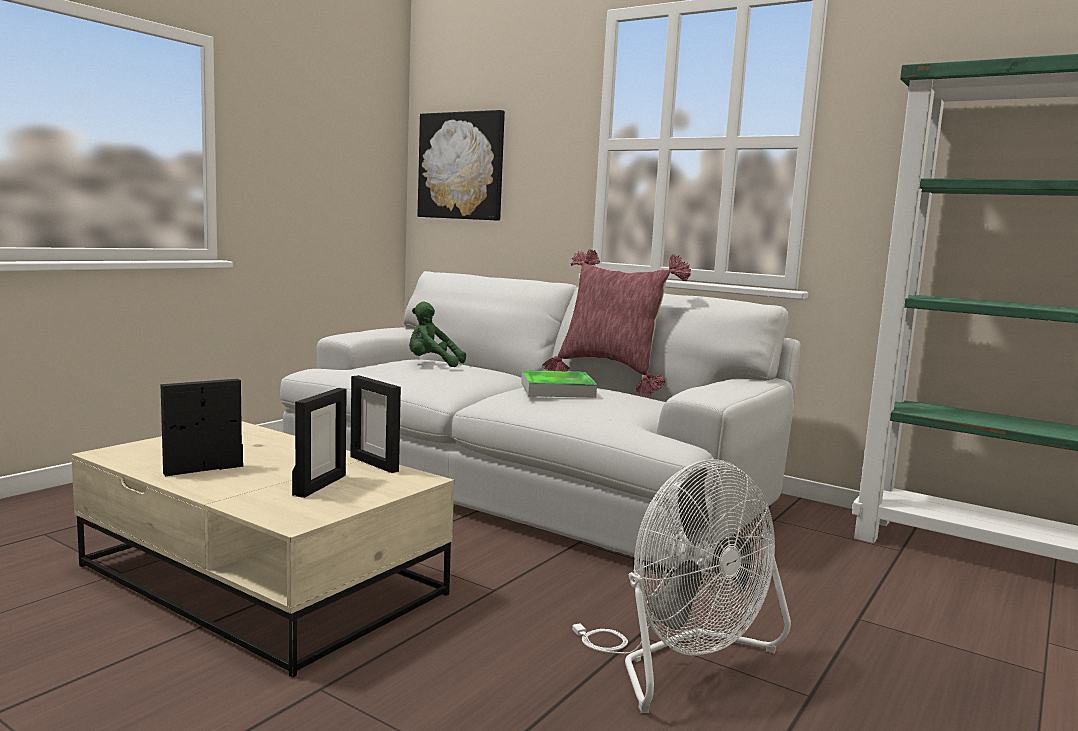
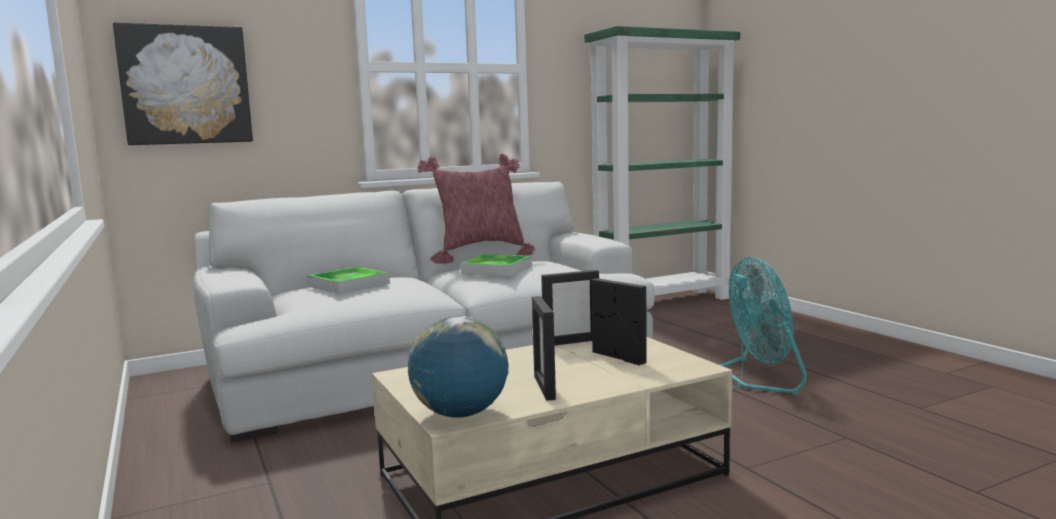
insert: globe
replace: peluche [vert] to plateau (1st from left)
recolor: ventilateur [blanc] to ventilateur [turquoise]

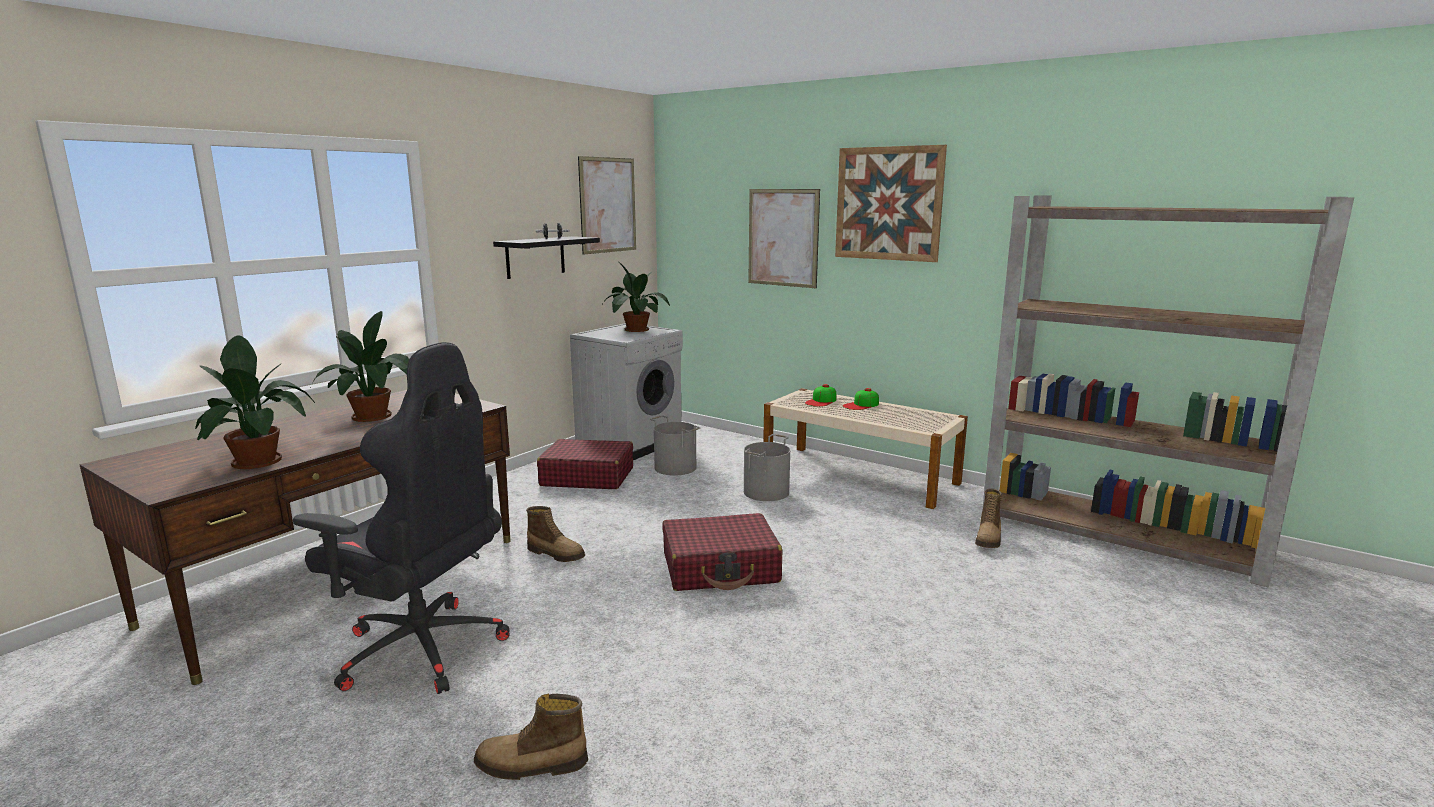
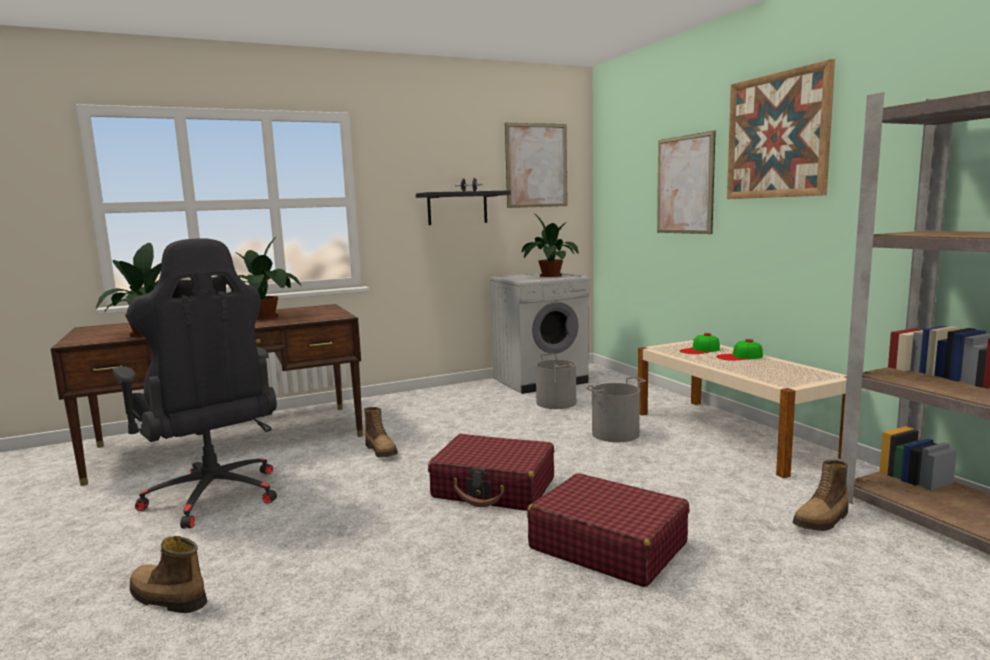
move: valise [rouge] (1st from left in the first image) to valise [rouge] (2nd from left)

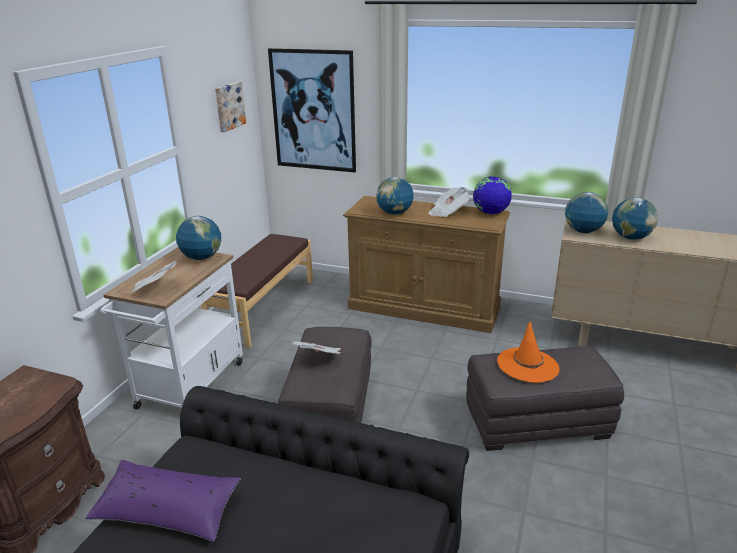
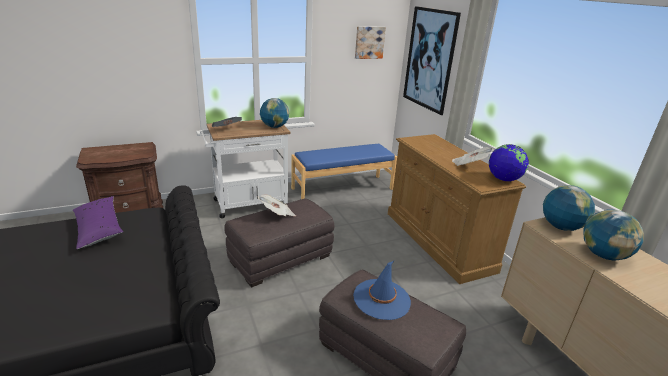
delete: globe (2nd from left)
recolor: banc [marron] to banc [bleu]; chapeau [orange] to chapeau [bleu]

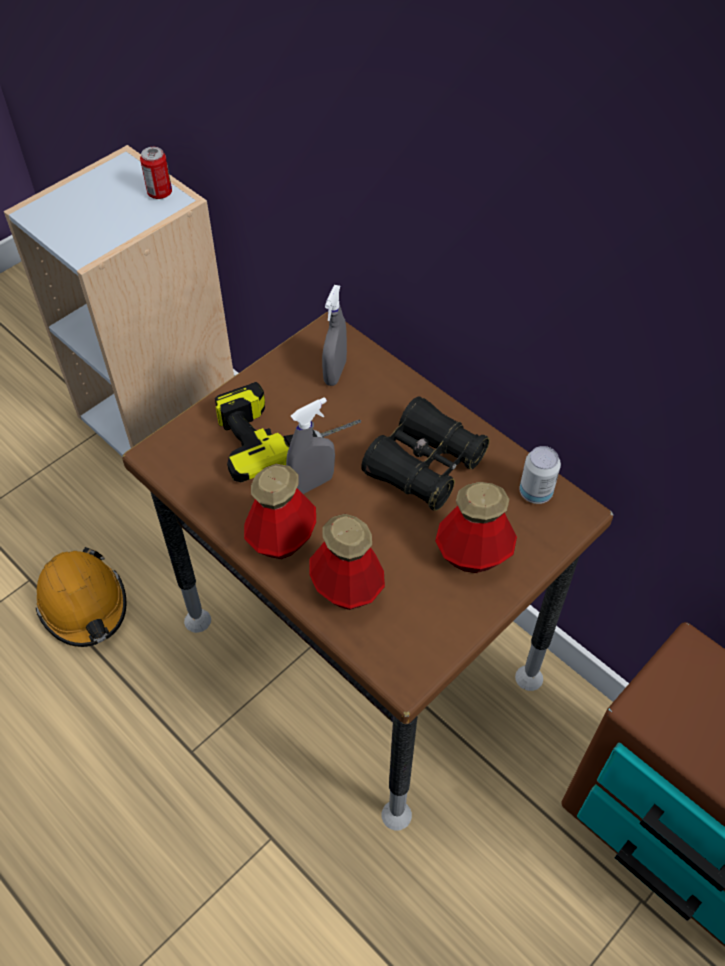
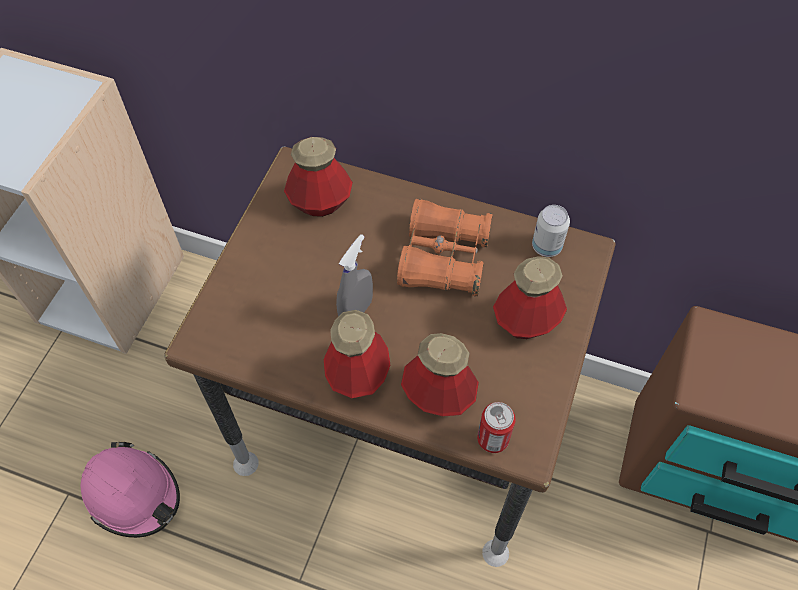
delete: perceuse
move: boîte métallique (1st from left)
replace: vaporisateur [gris] (2nd from left) to bouteille (1st from left)
recolor: casque de chantier [orange] to casque de chantier [rose]; jumelles [noir] to jumelles [orange]

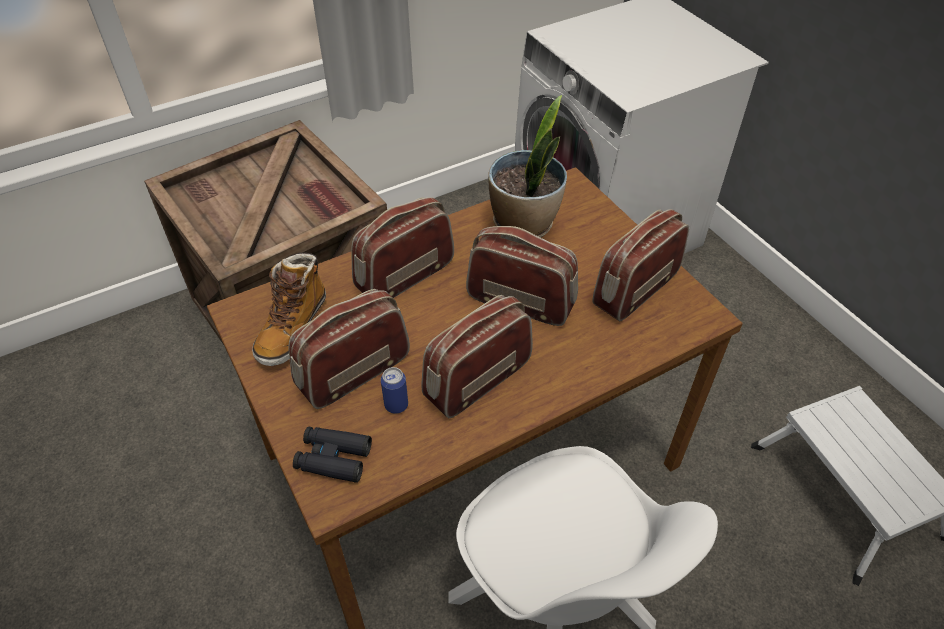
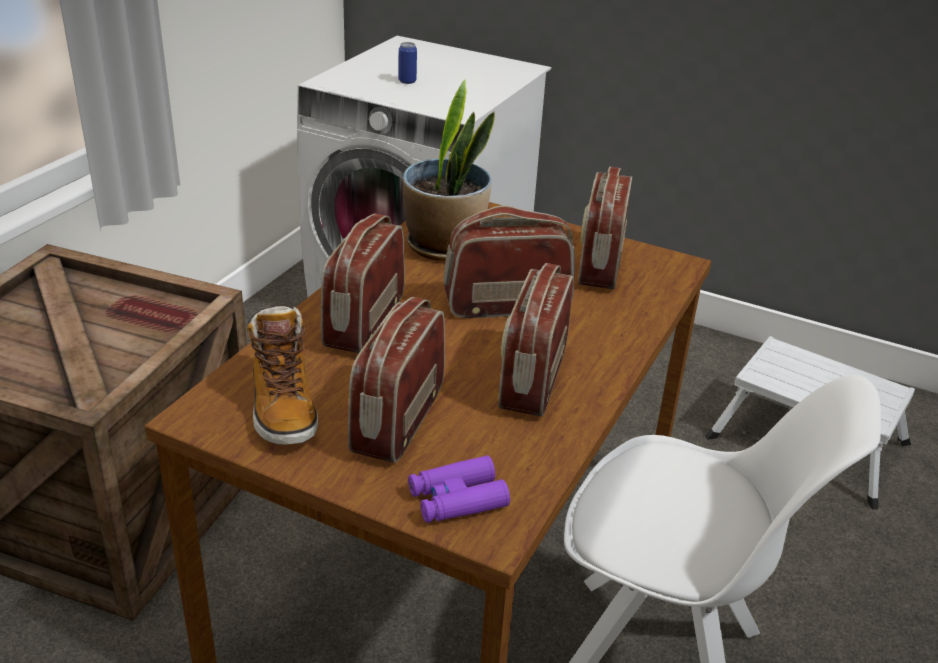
move: boîte métallique
recolor: jumelles [noir] to jumelles [violet]

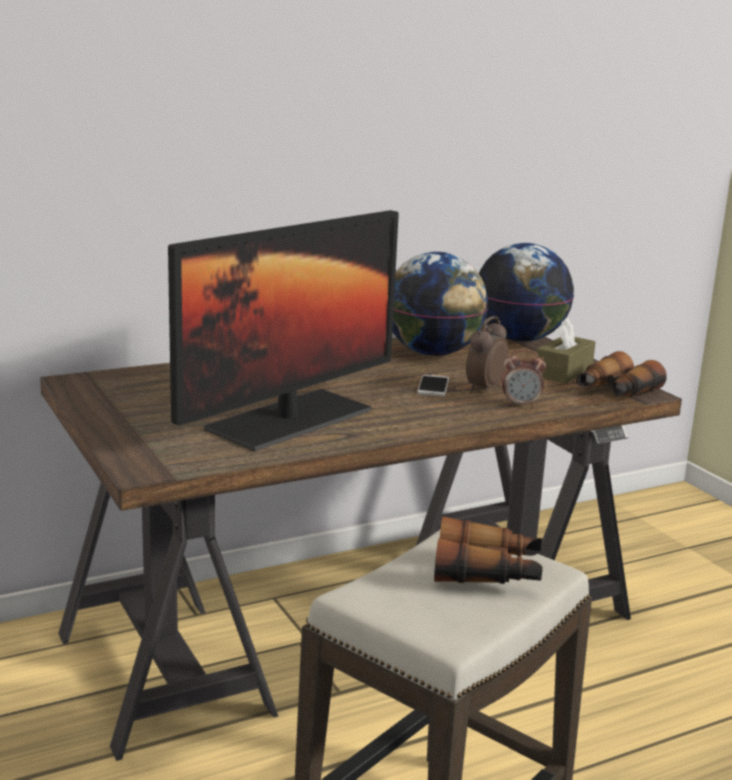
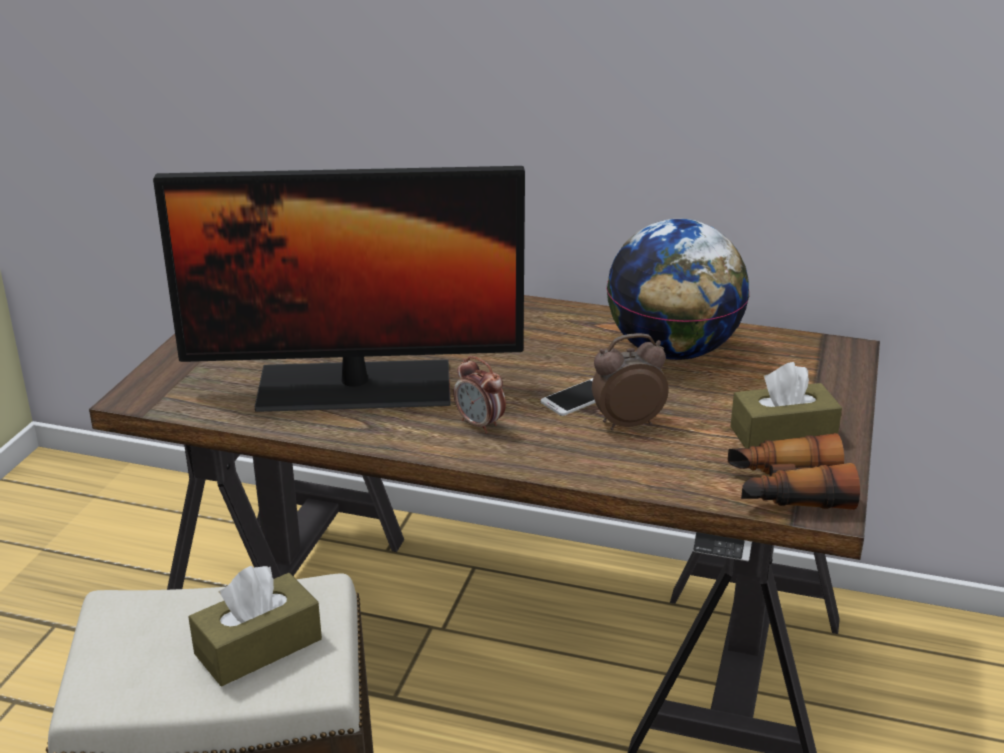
delete: globe (2nd from left)
move: réveil (2nd from left in the first image) to réveil (1st from left)
replace: jumelles (1st from left) to boîte à mouchoirs [marron] (1st from left)

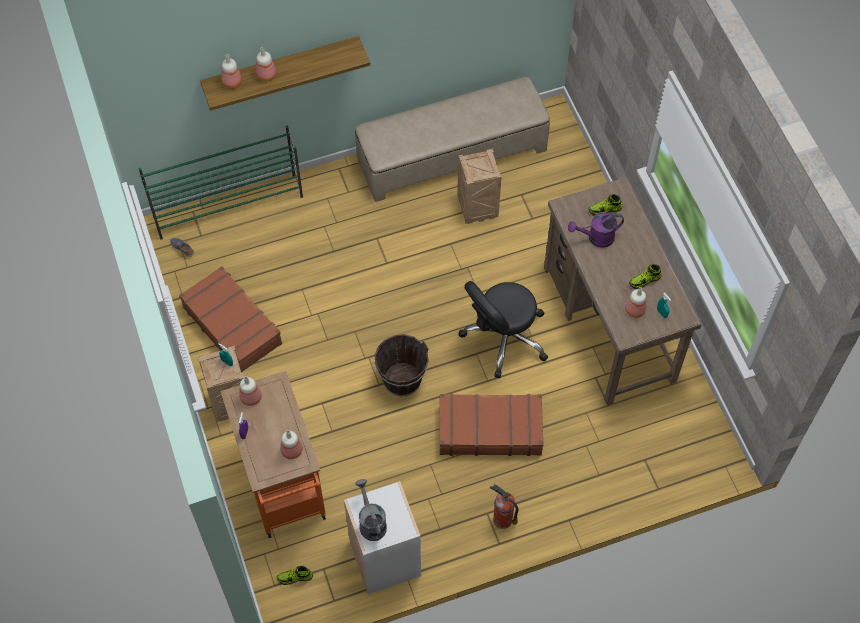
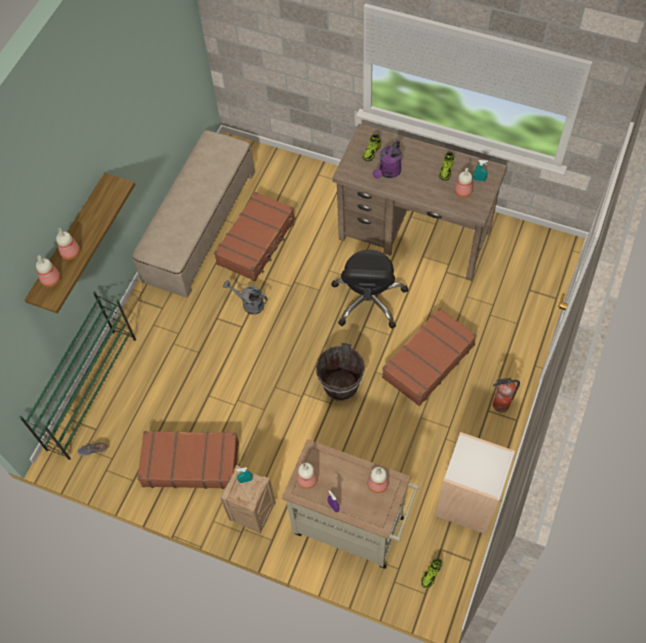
move: arrosoir [gris]
replace: caisse (2nd from left) to valise [marron] (2nd from left)
recolor: chariot [orange] to chariot [beige]

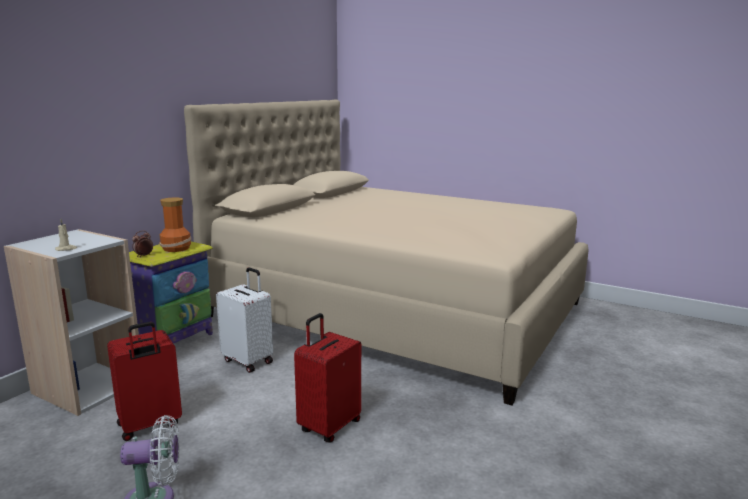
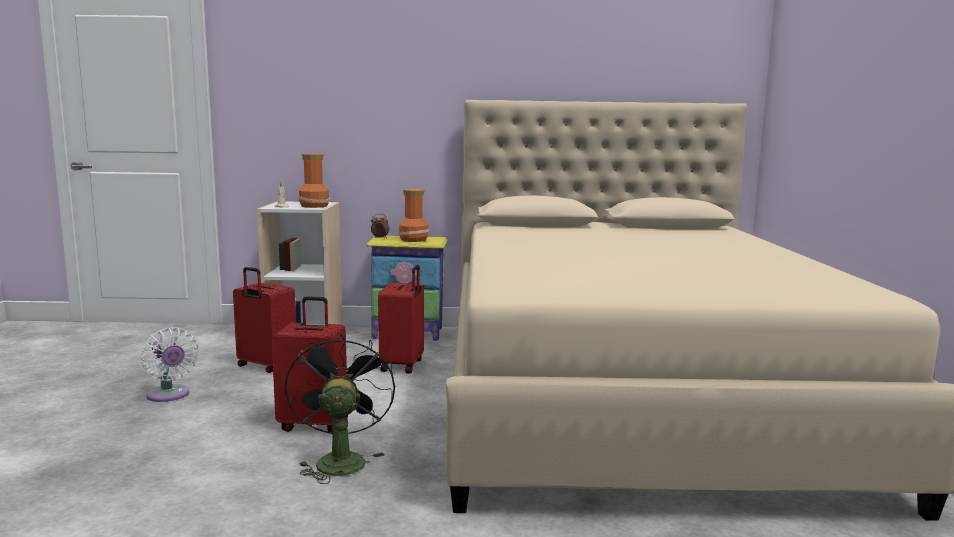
insert: ventilateur [noir]; vase (1st from left)
recolor: valise [blanc] to valise [rouge] (3rd from left)

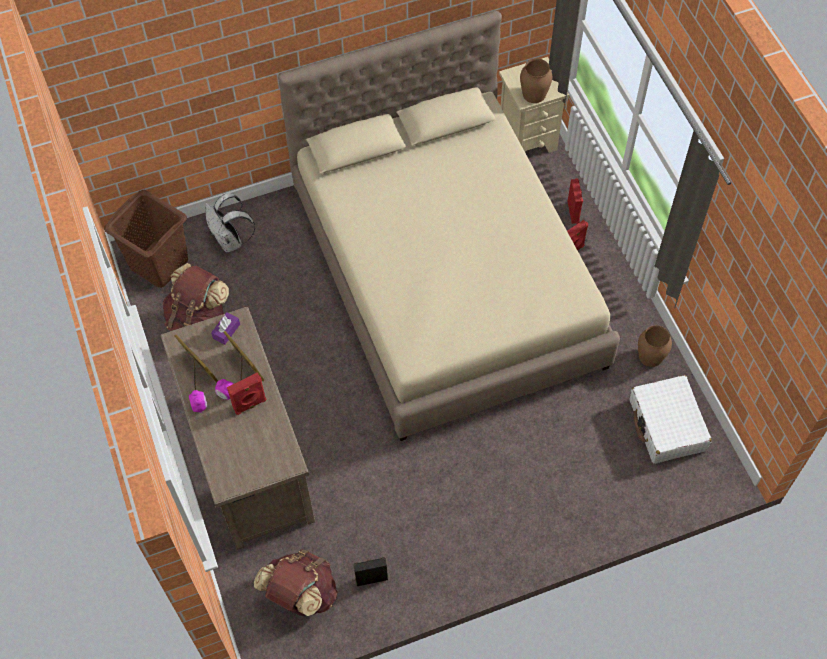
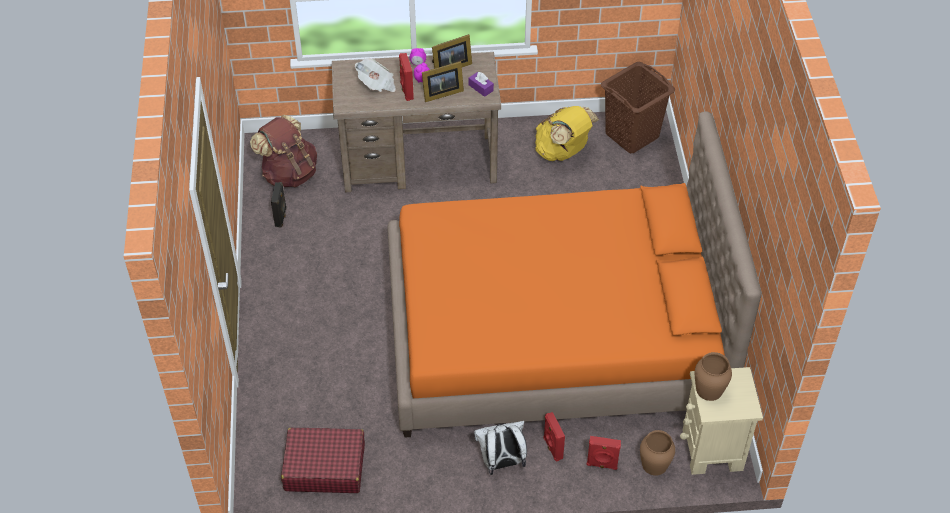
insert: journal
move: sac à dos [blanc]; vase [marron] (2nd from left in the first image) to vase [marron] (1st from left)
recolor: valise [blanc] to valise [rouge]; lit [beige] to lit [orange]; sac à dos [marron] (1st from left) to sac à dos [jaune]

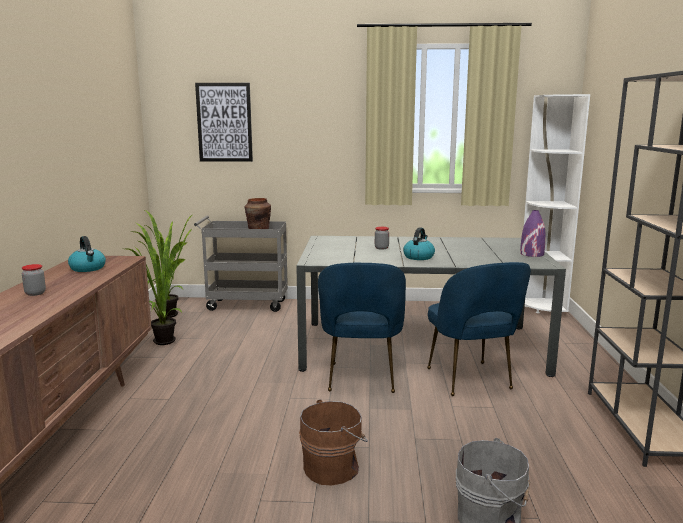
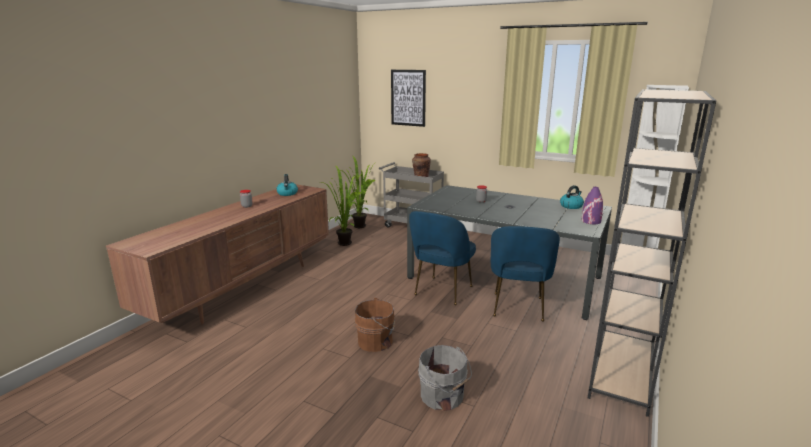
move: bouilloire (2nd from left)

